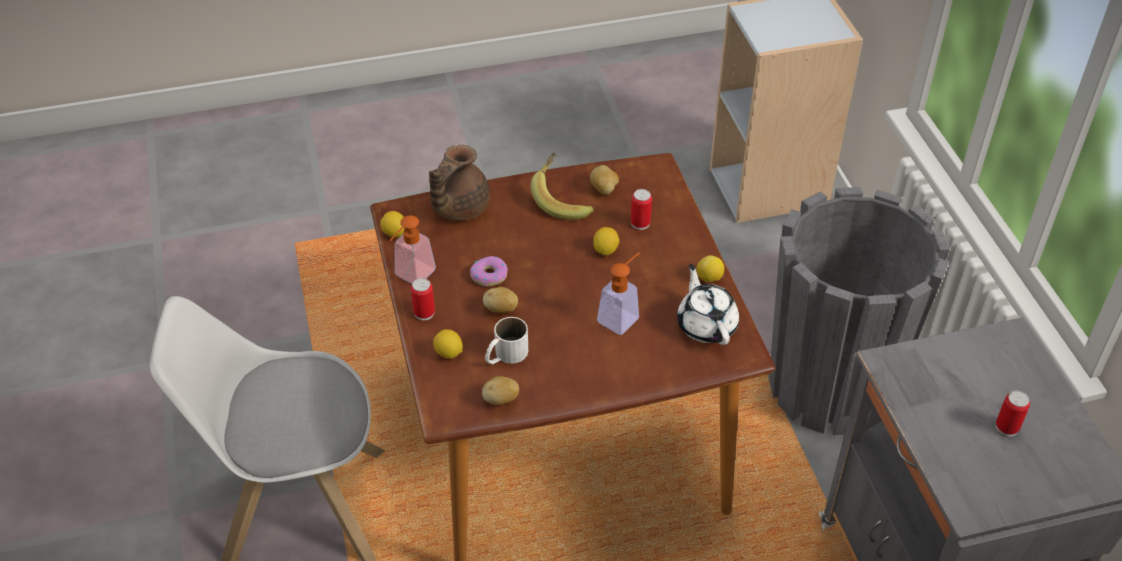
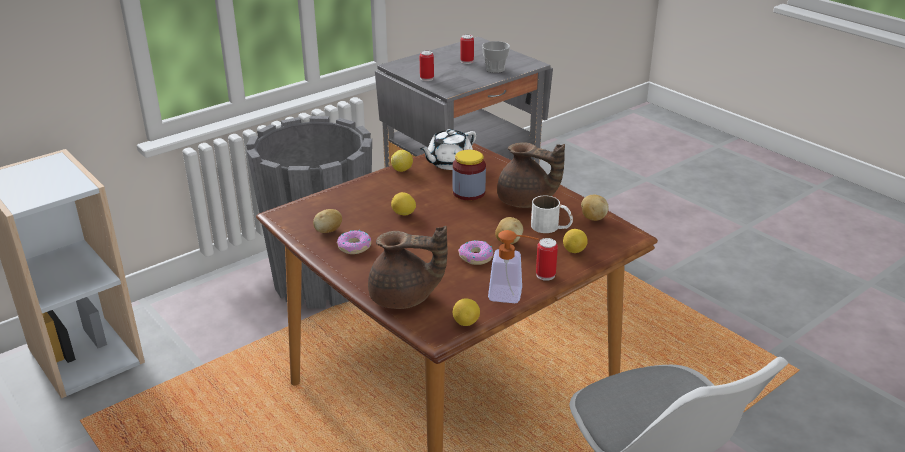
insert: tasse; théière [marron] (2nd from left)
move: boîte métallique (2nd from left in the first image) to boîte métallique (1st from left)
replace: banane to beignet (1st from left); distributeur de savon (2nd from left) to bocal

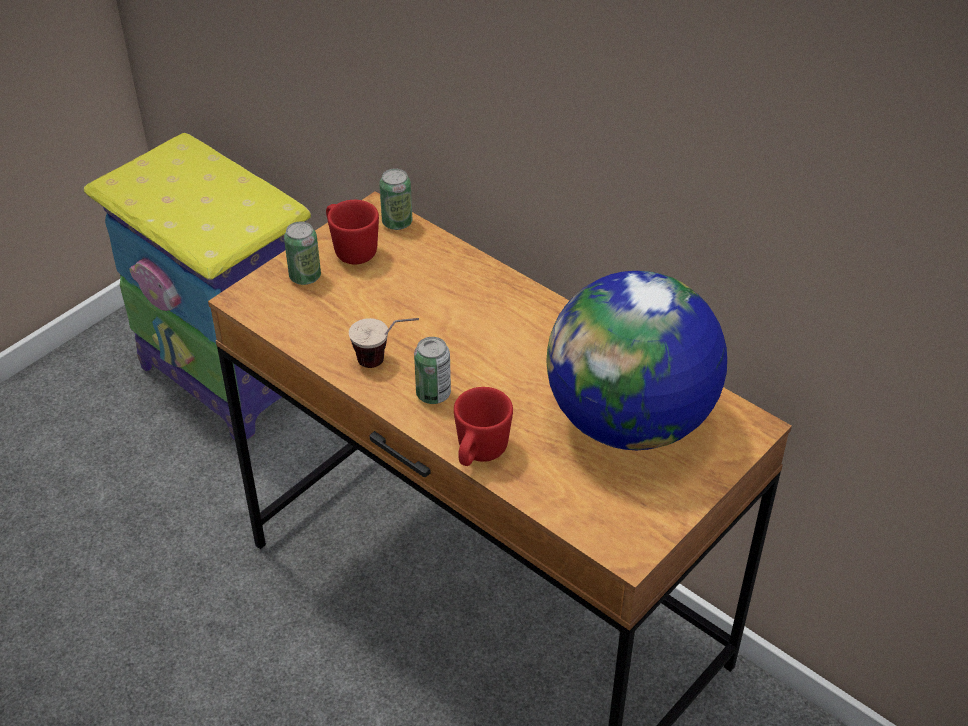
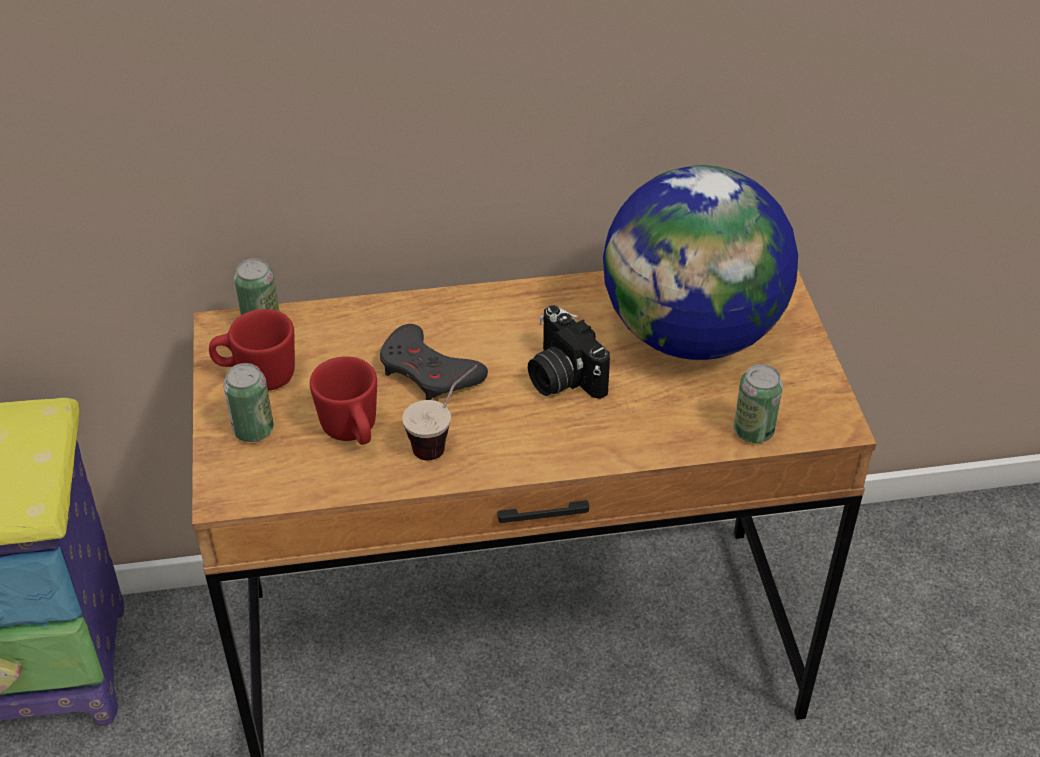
insert: manette [gris]; appareil photo
move: mug [rouge] (2nd from left); boîte métallique (3rd from left)

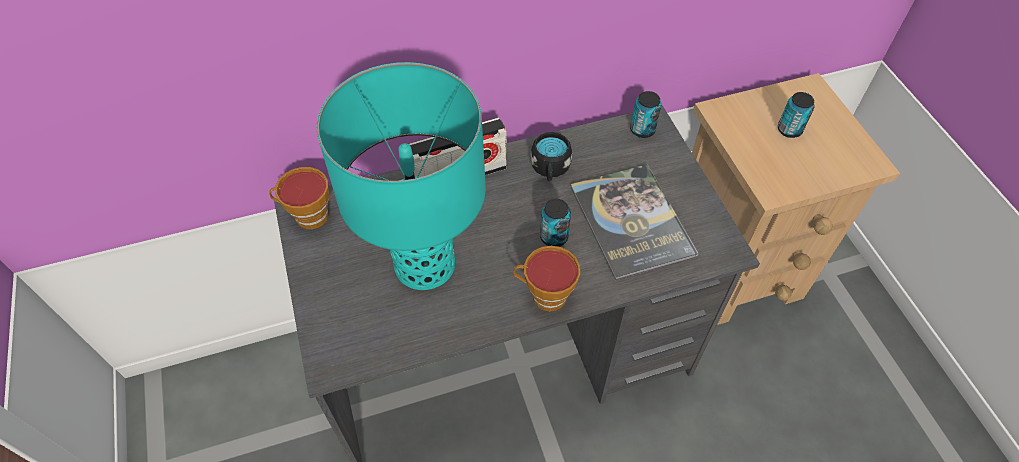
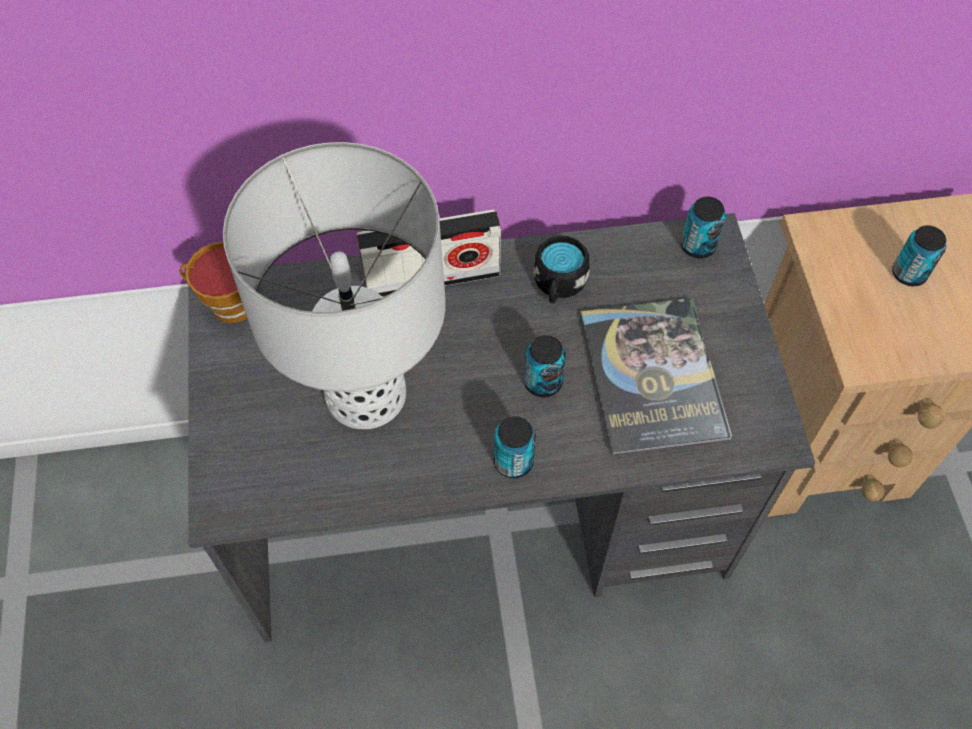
replace: tasse (2nd from left) to boîte métallique (1st from left)
recolor: lampe de table [turquoise] to lampe de table [blanc]

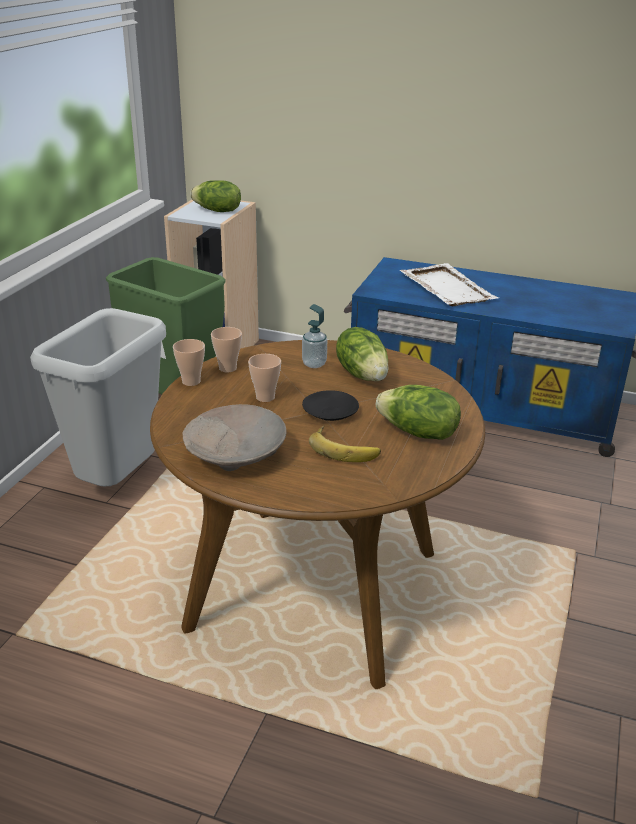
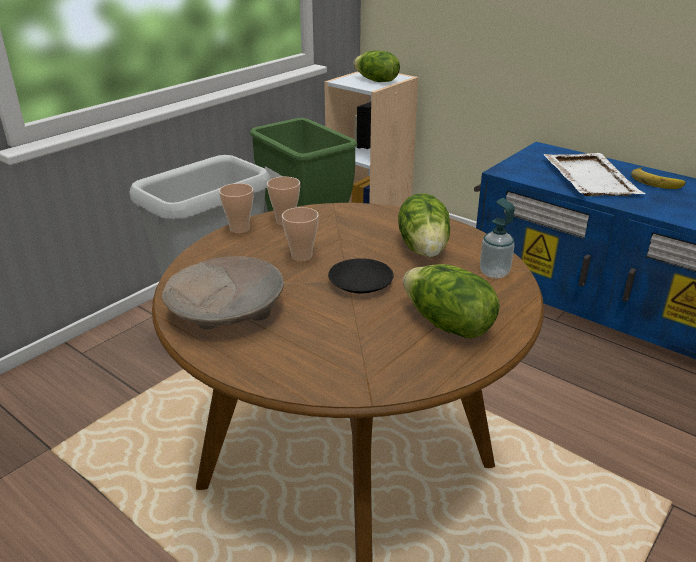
move: distributeur de savon; banane

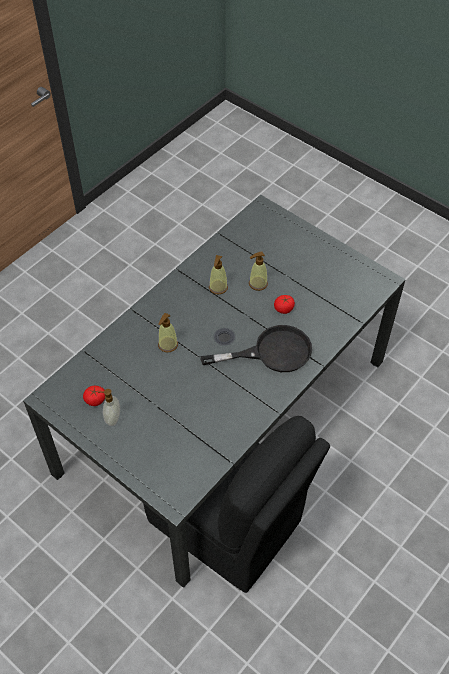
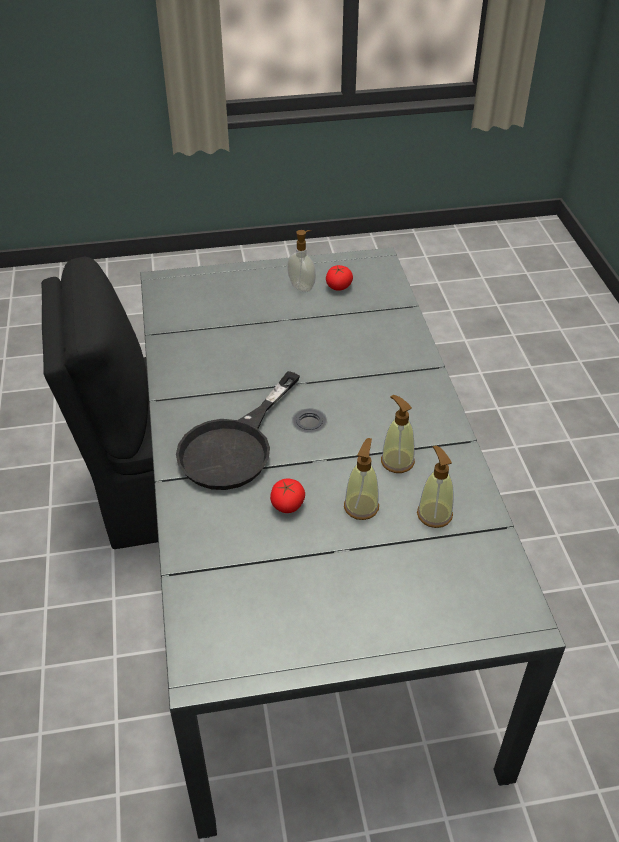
move: distributeur de savon (2nd from left in the first image) to distributeur de savon (4th from left)

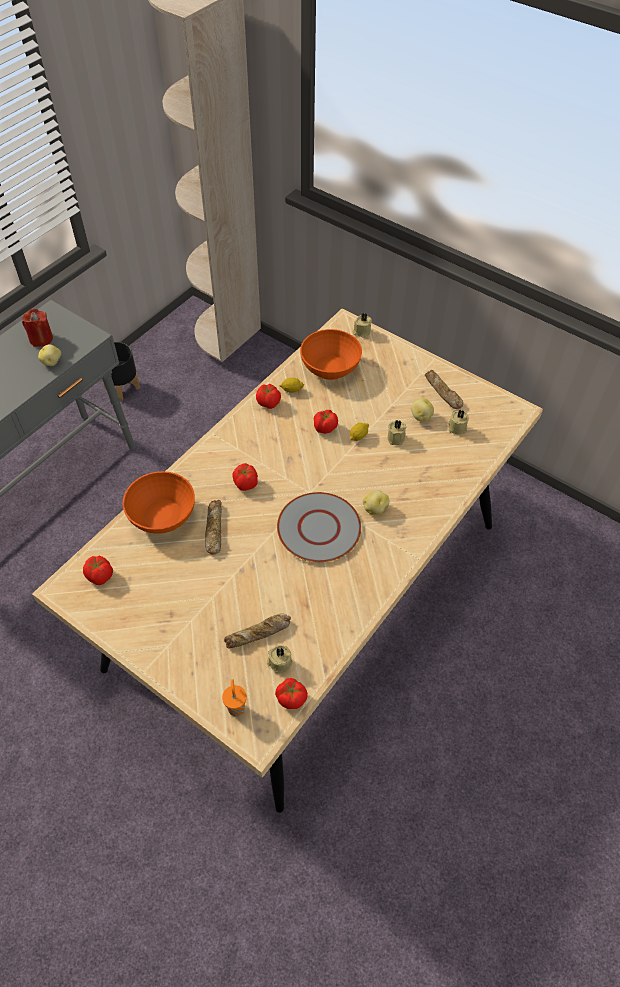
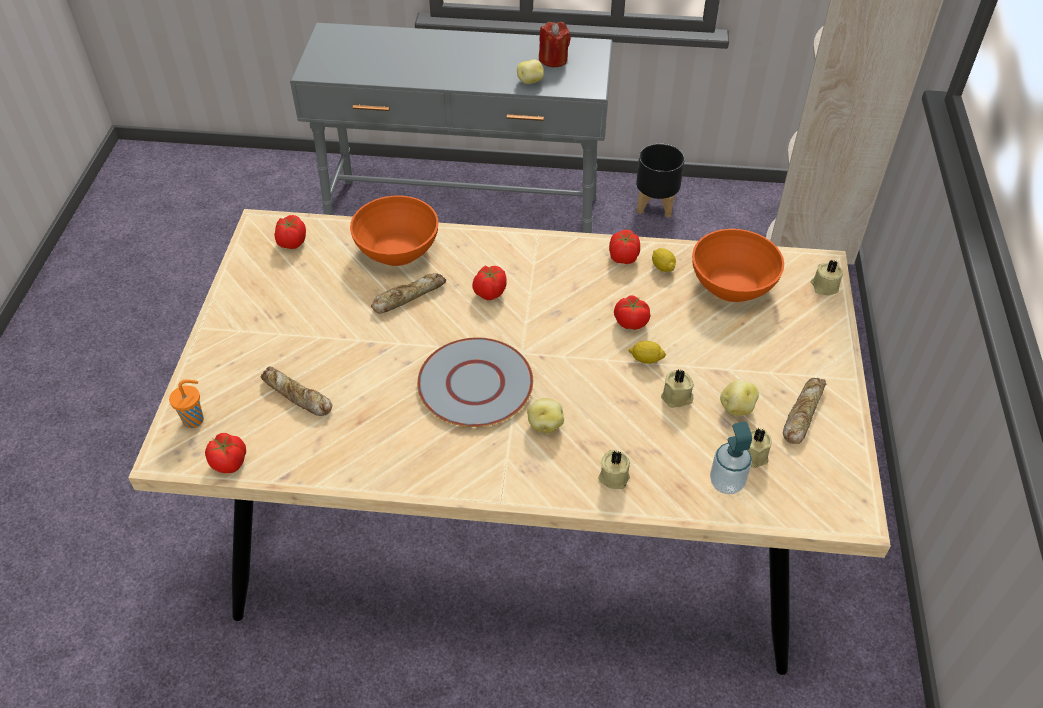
insert: distributeur de savon
move: bougie [beige] (1st from left)

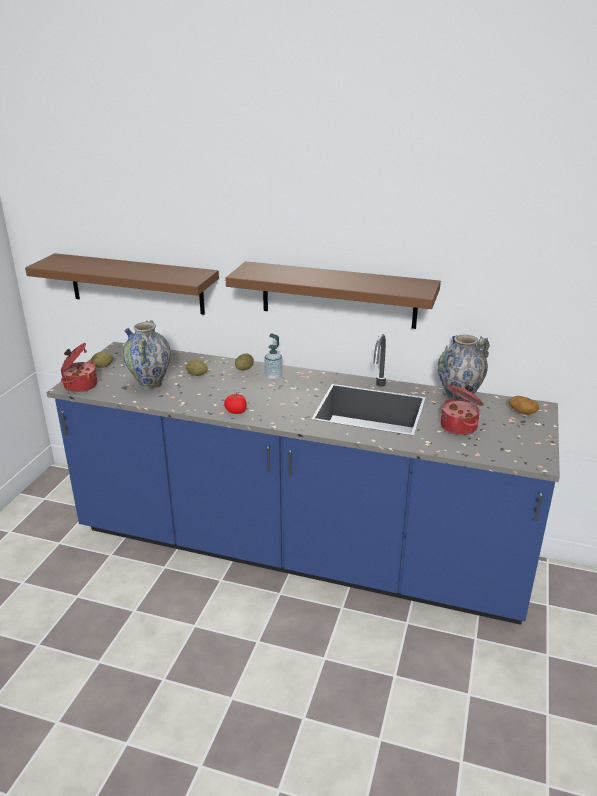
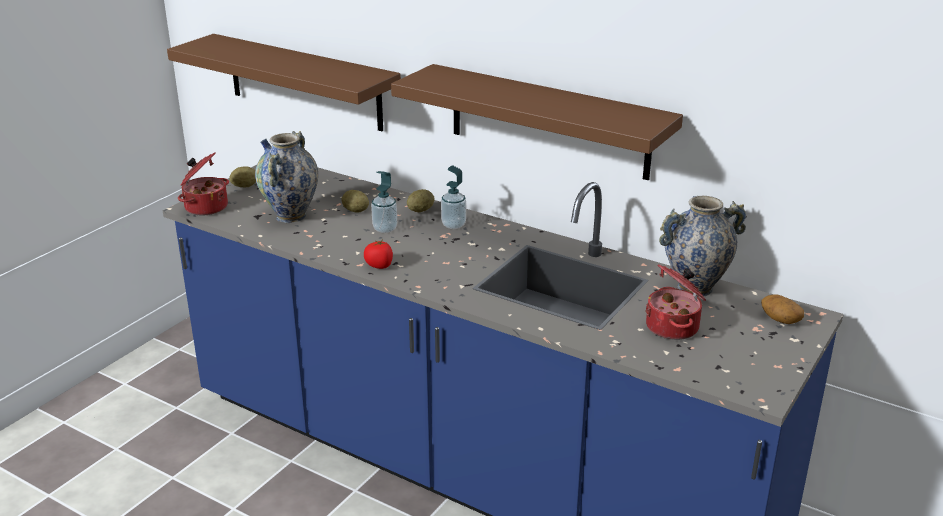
insert: distributeur de savon (1st from left)

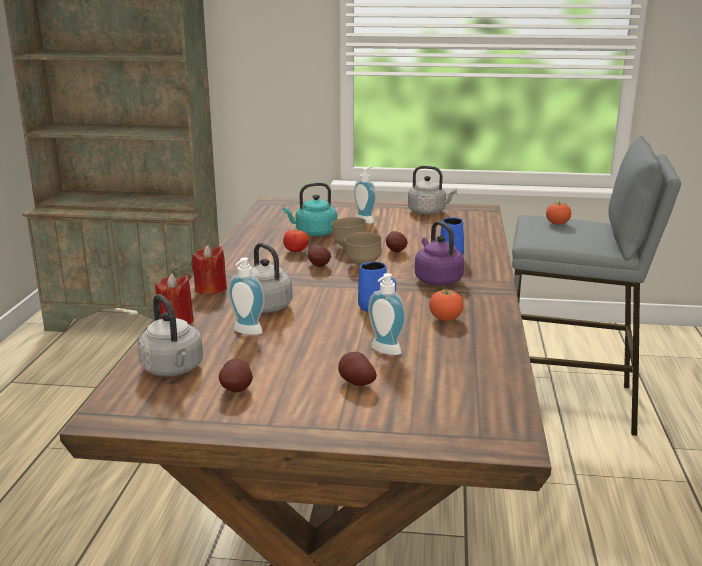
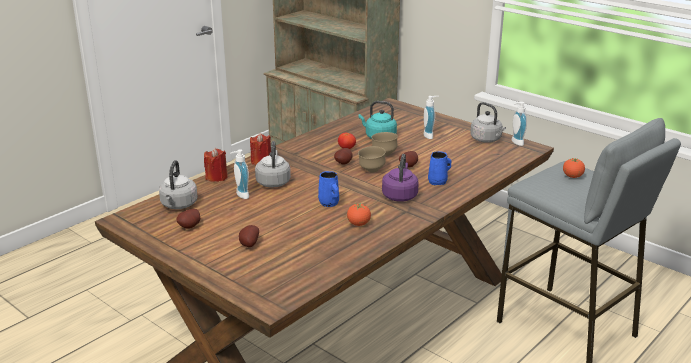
move: distributeur de savon (3rd from left)

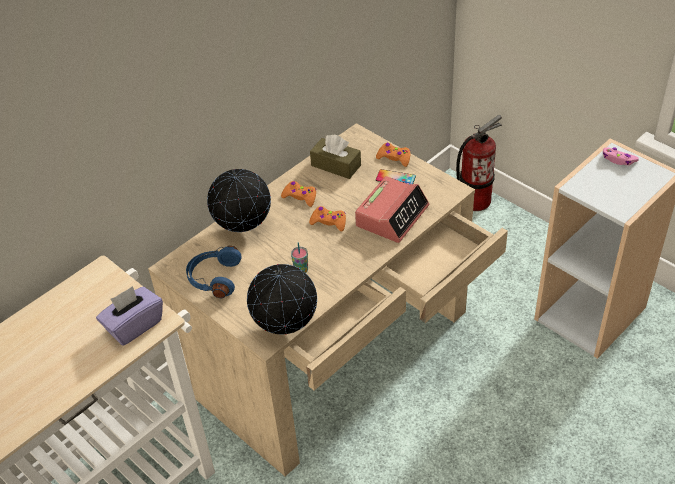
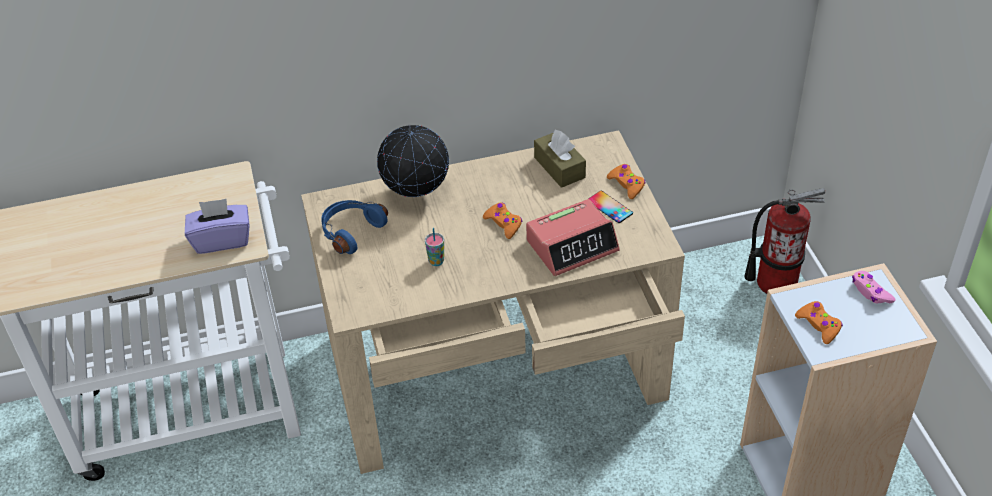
delete: globe (2nd from left)
move: manette [orange] (1st from left in the first image) to manette [orange] (3rd from left)

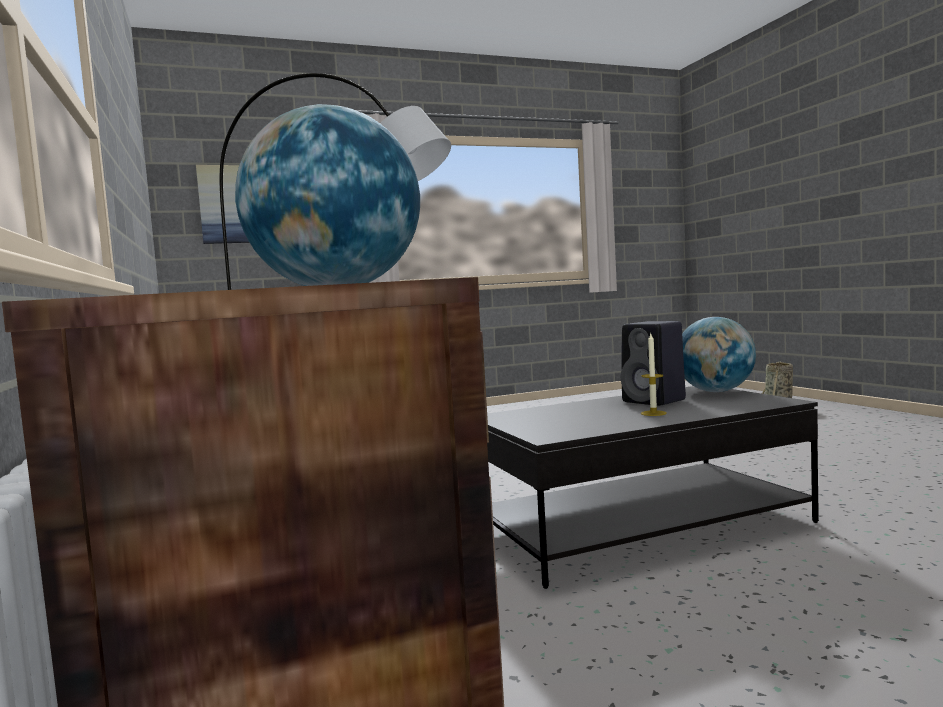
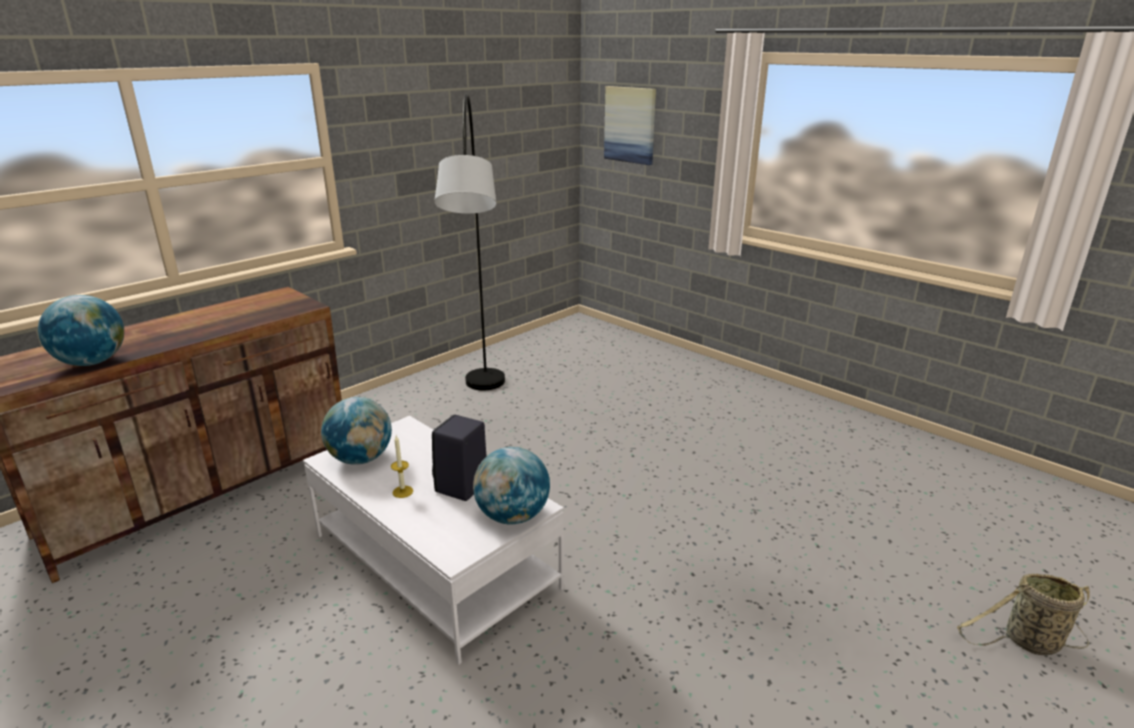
insert: globe (2nd from left)
recolor: table basse [noir] to table basse [blanc]

